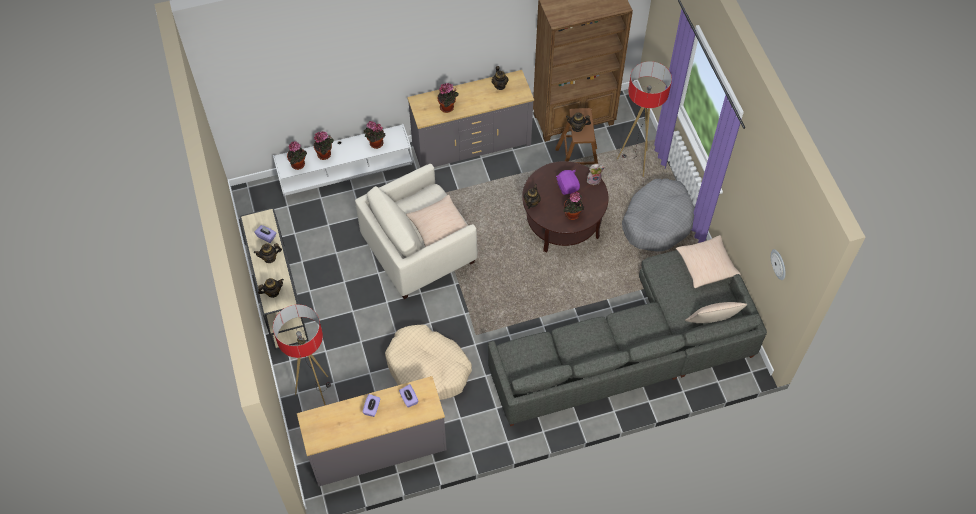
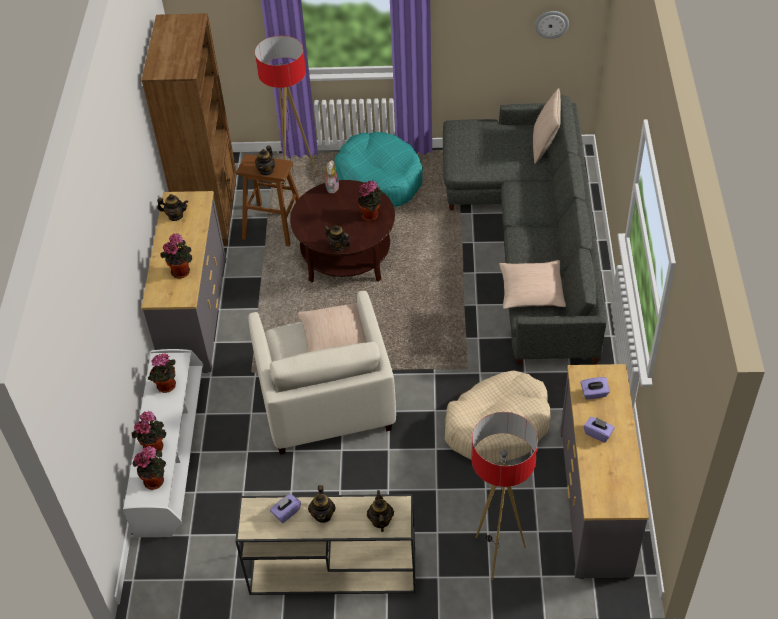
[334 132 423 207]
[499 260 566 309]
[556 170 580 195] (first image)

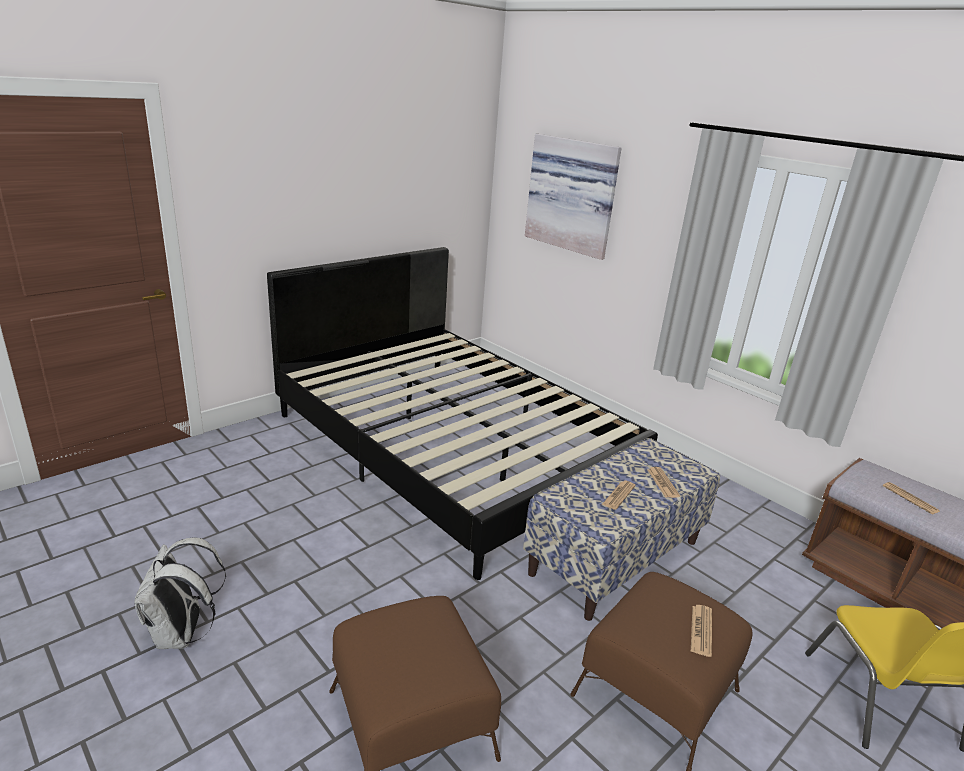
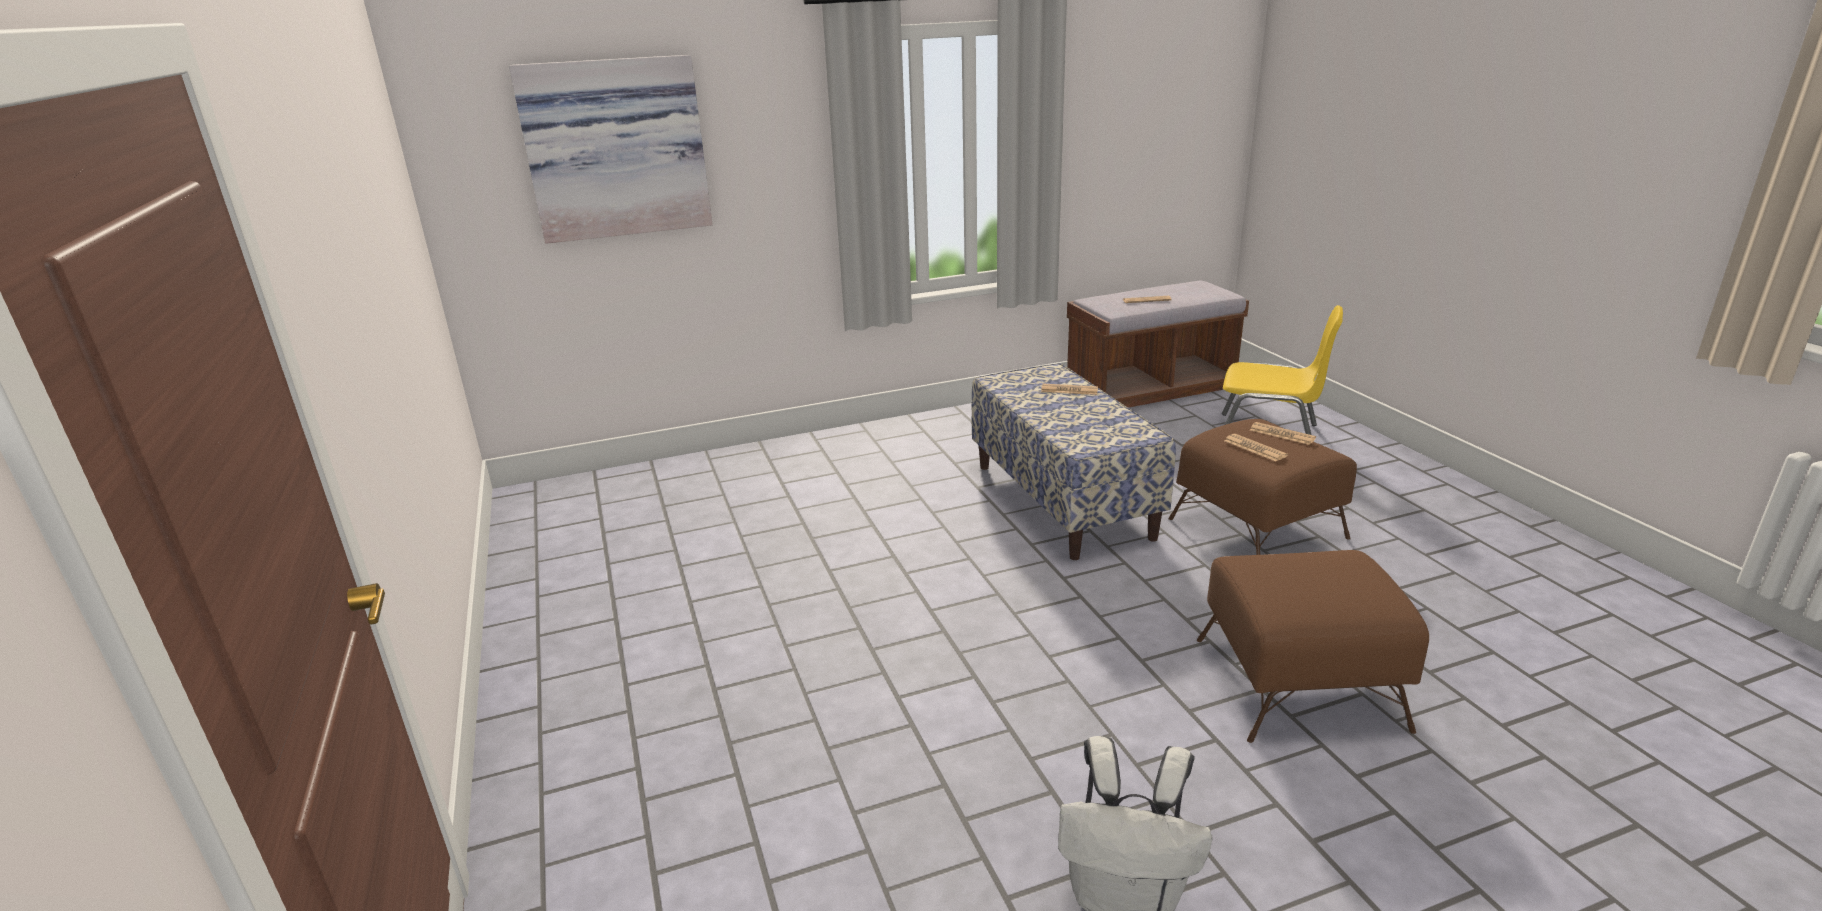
[1225 434 1288 462]
[267 247 658 580] (first image)

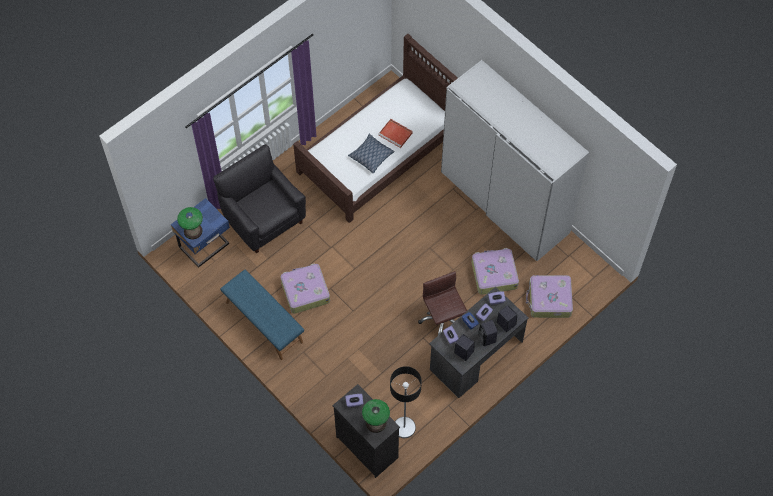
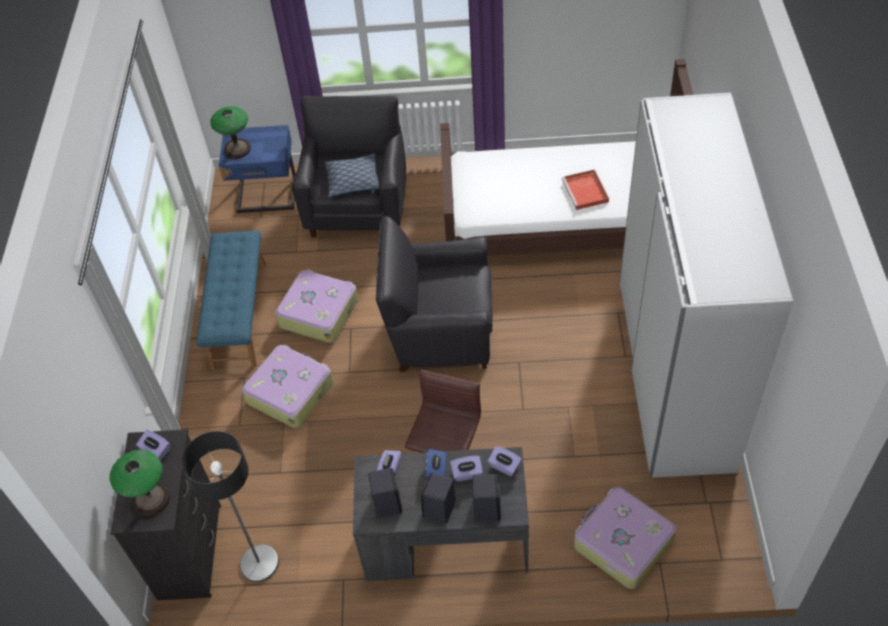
[242 345 333 428]
[324 153 379 197]
[376 216 493 372]

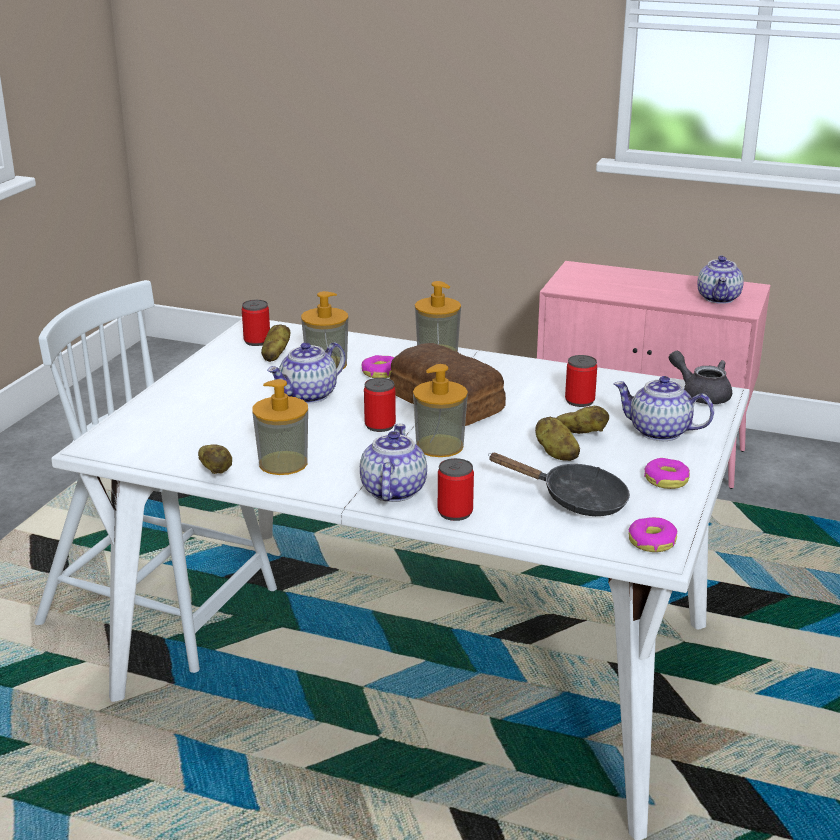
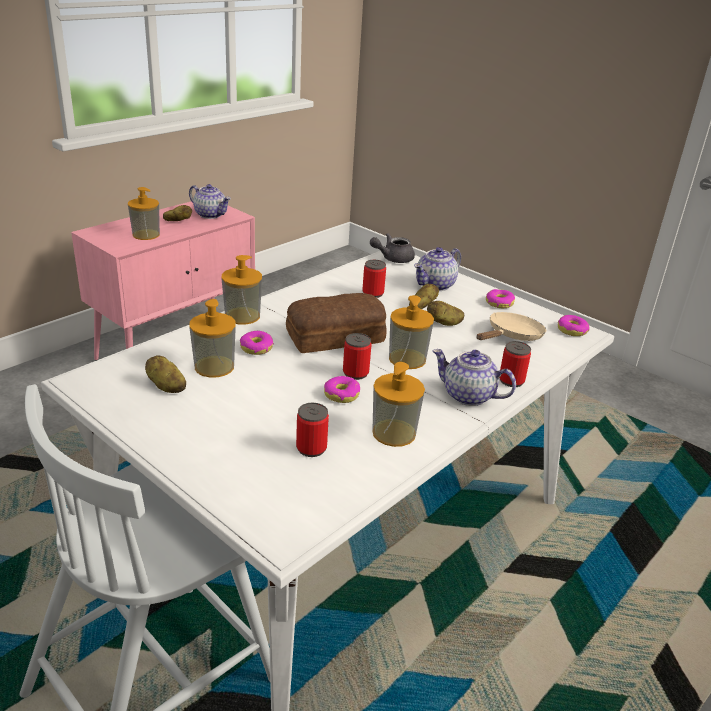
[128 187 160 240]
[163 205 192 221]
[296 403 329 457]
[324 376 360 403]
[476 312 546 341]
[267 342 345 403] (first image)

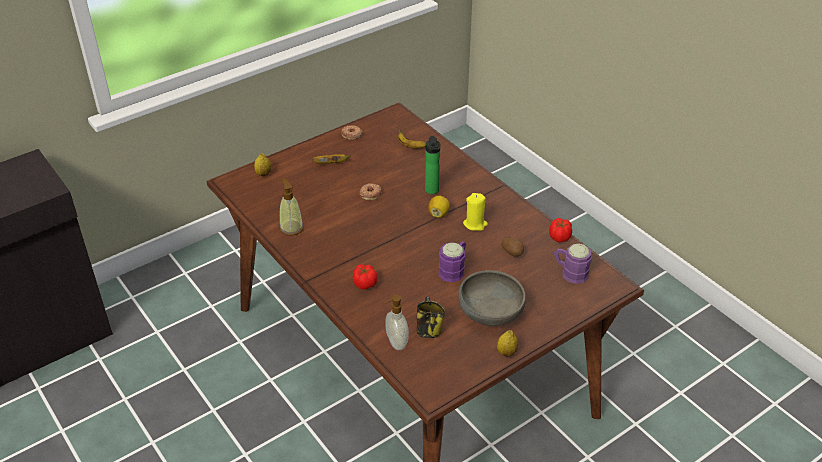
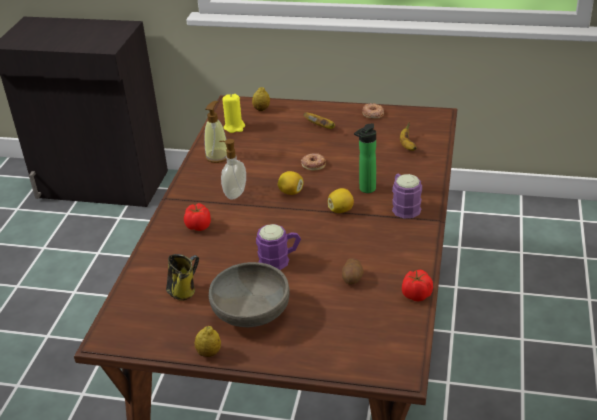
[219 139 246 199]
[222 94 245 133]
[278 171 304 195]
[392 173 422 219]

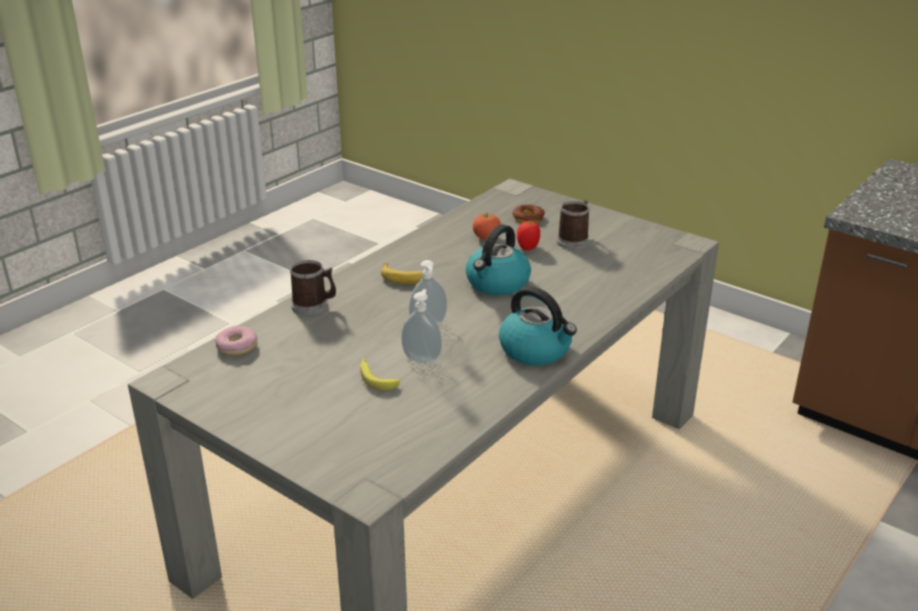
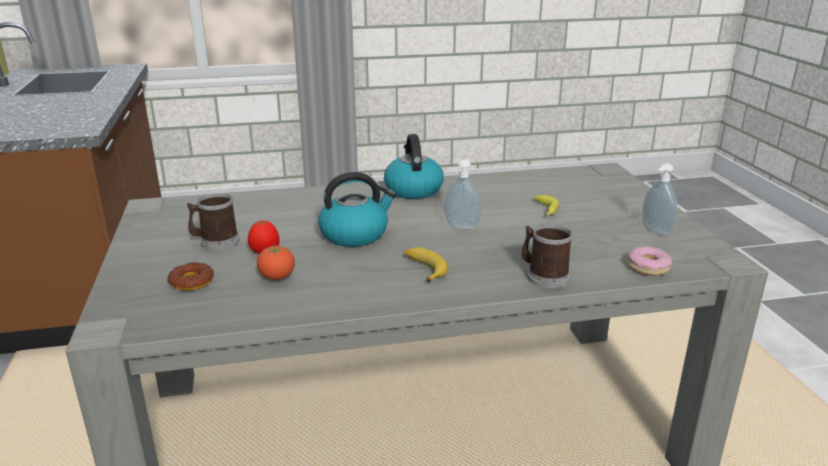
[642 163 677 235]

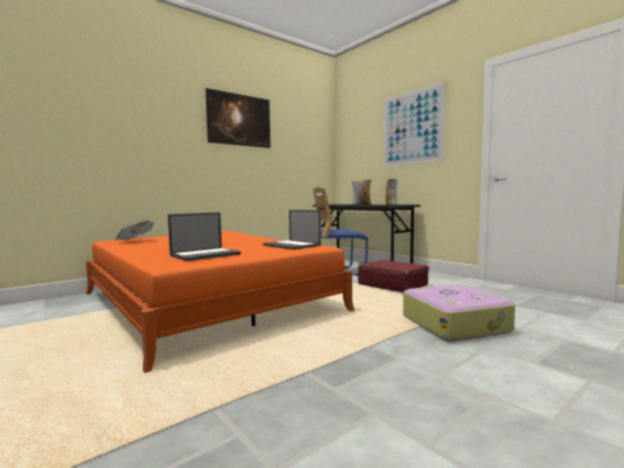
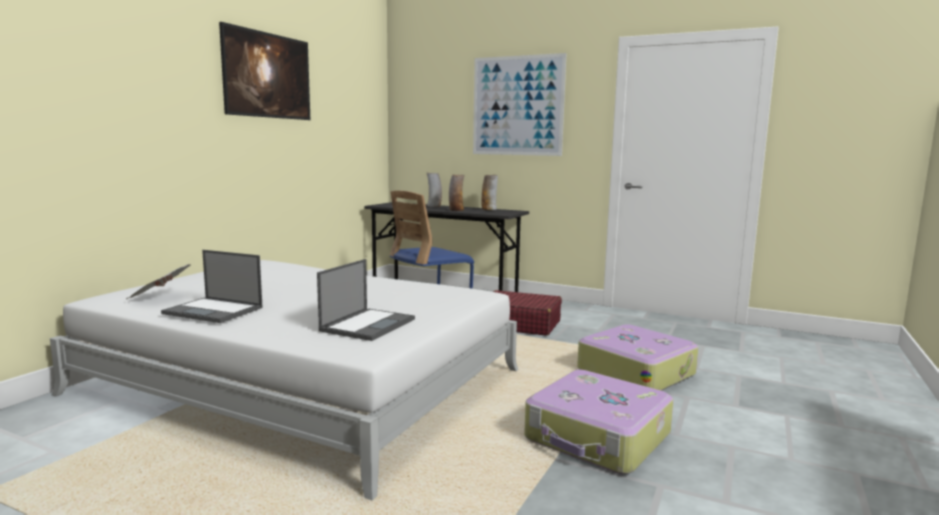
[50 260 518 500]
[161 250 263 323]
[524 370 673 474]

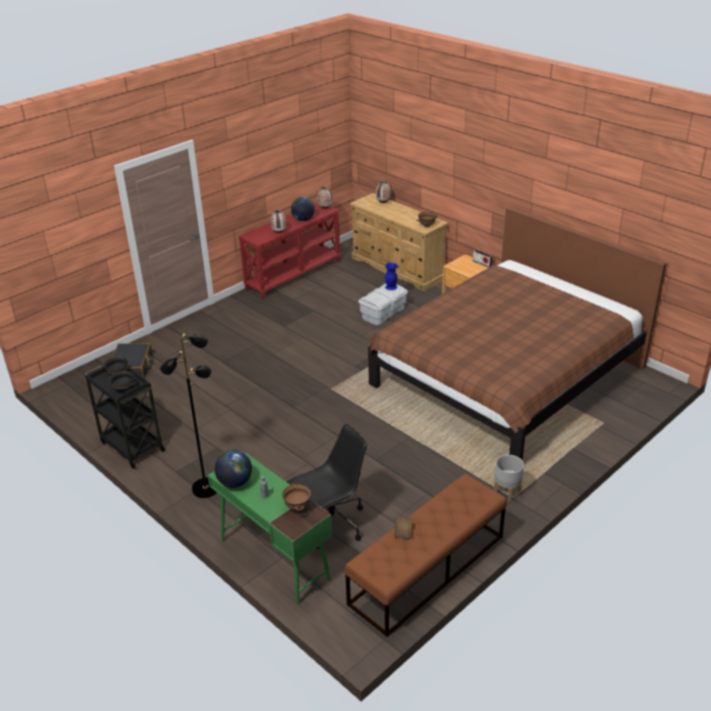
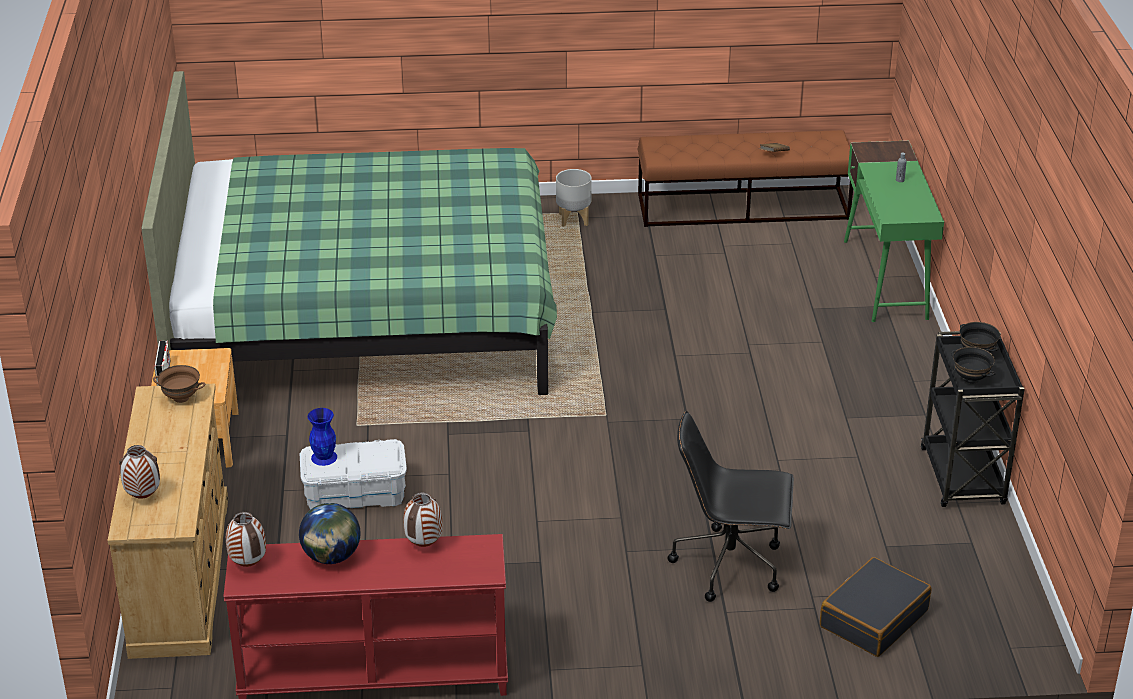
[141 71 557 395]
[668 411 794 602]
[160 333 217 498] (first image)
[214 450 252 488] (first image)
[282 484 311 511] (first image)

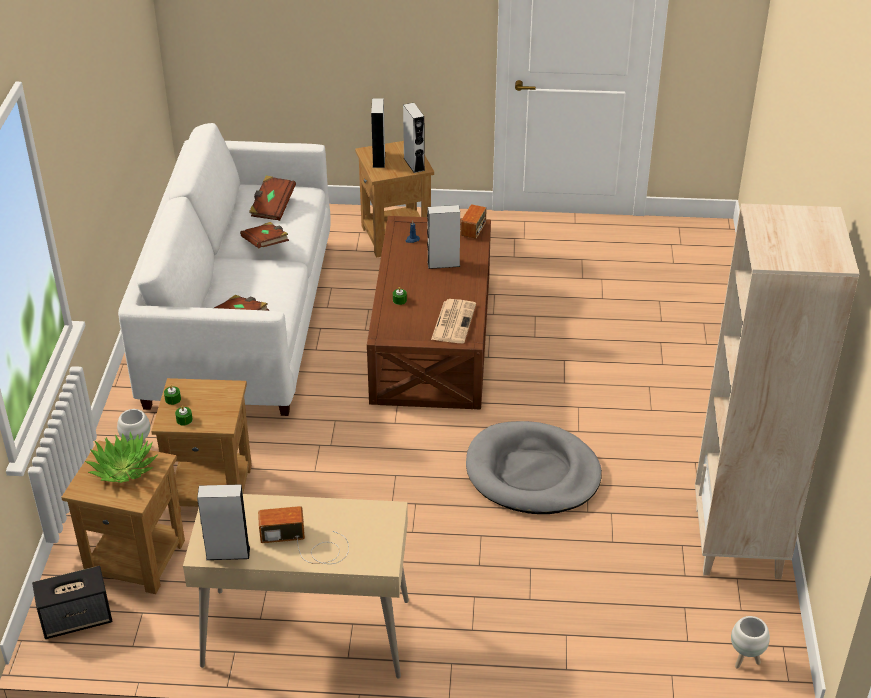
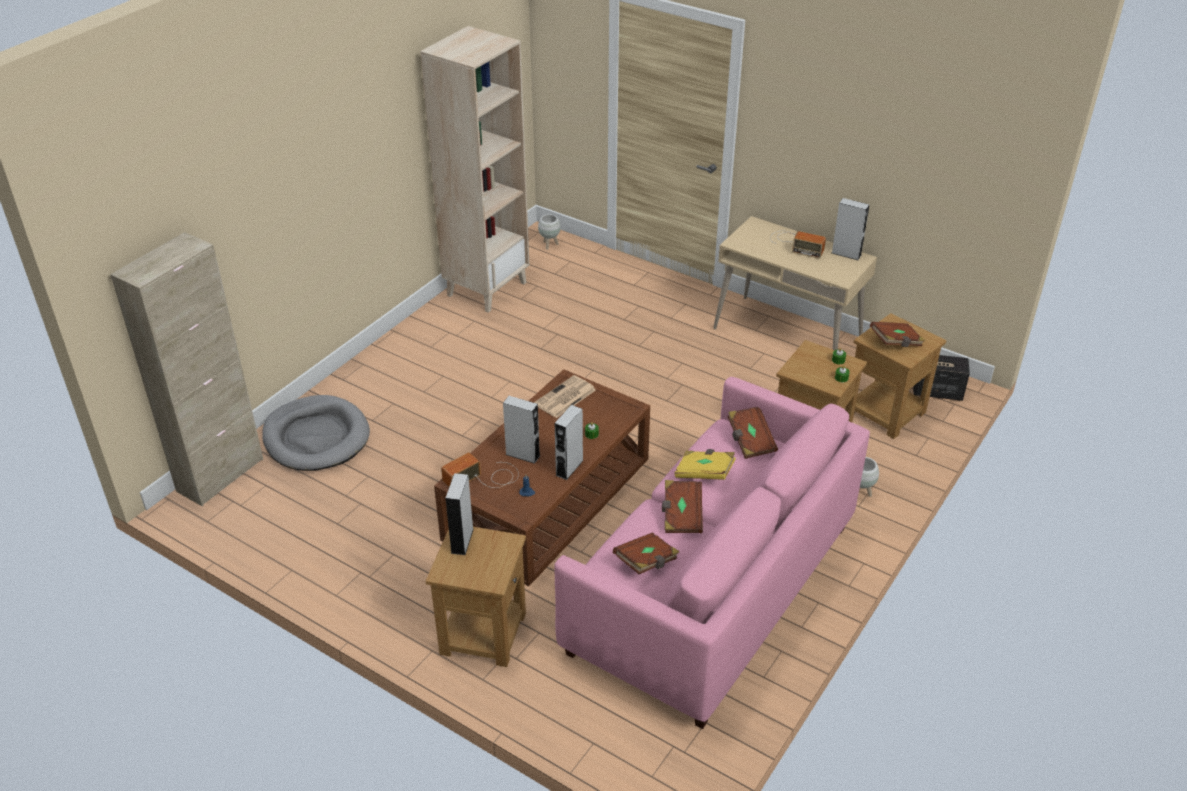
[110 232 263 506]
[262 395 370 471]
[554 377 870 729]
[555 405 584 480]
[675 449 736 480]
[870 322 925 347]

